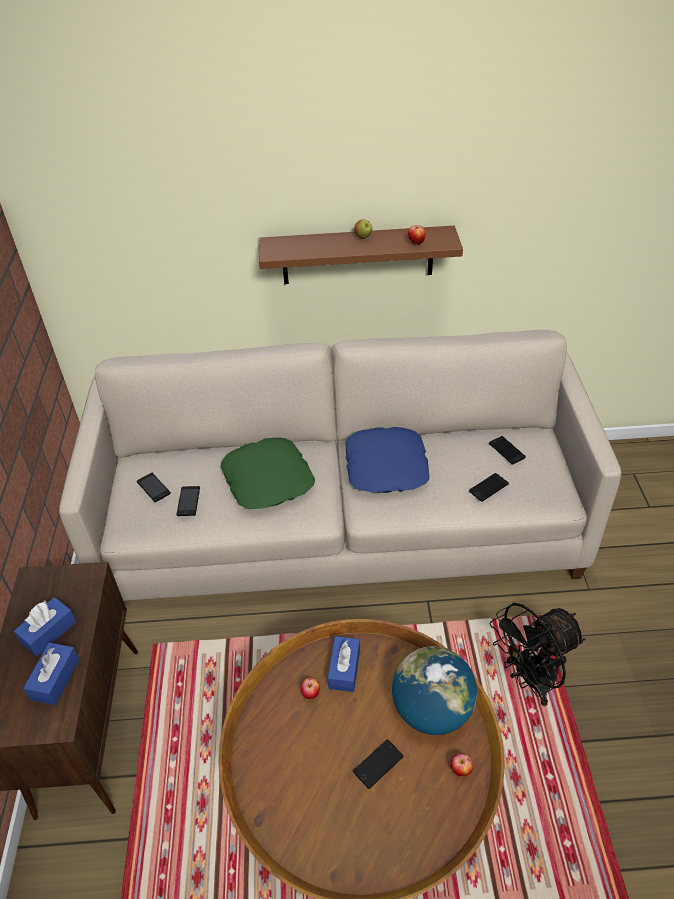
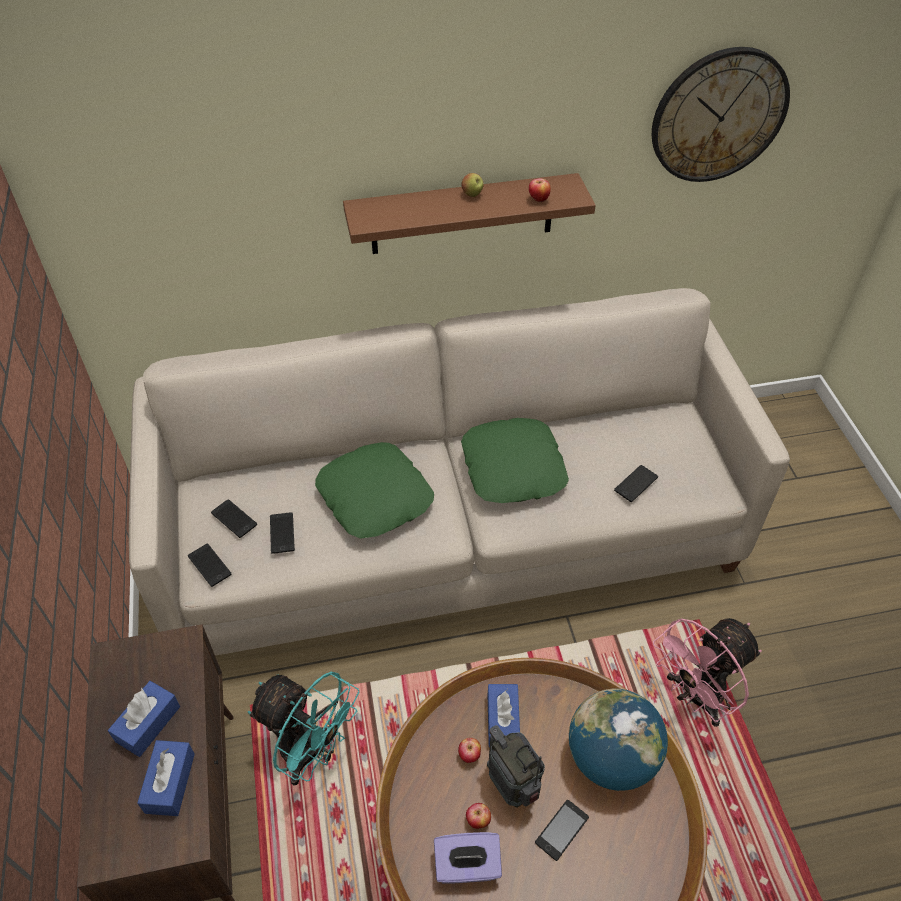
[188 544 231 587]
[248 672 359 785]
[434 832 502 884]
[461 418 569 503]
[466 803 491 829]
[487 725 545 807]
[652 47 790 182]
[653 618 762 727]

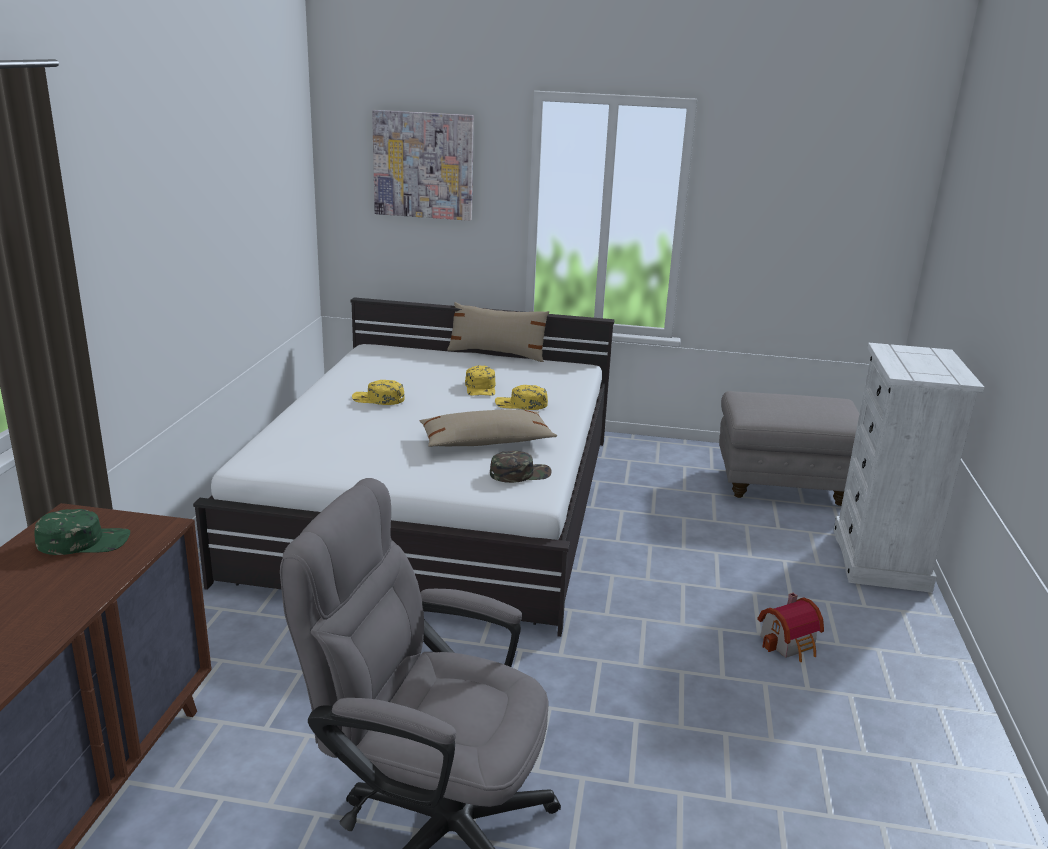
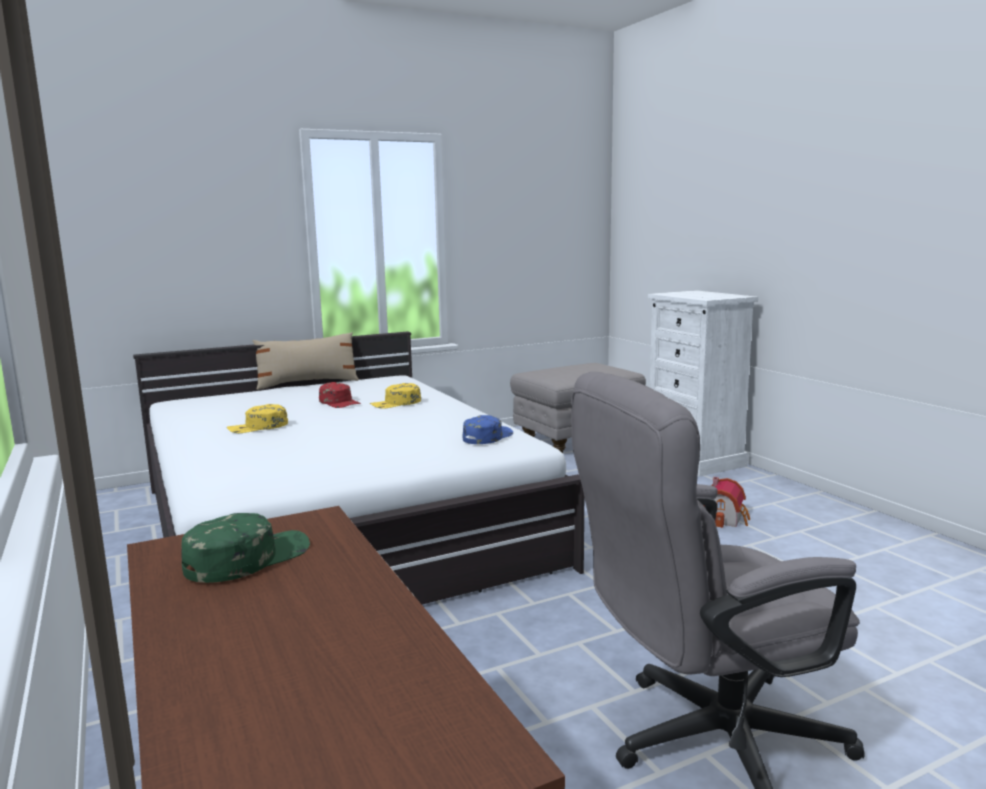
[319 382 361 408]
[462 415 513 444]
[372 110 474 221] (first image)
[420 409 557 447] (first image)

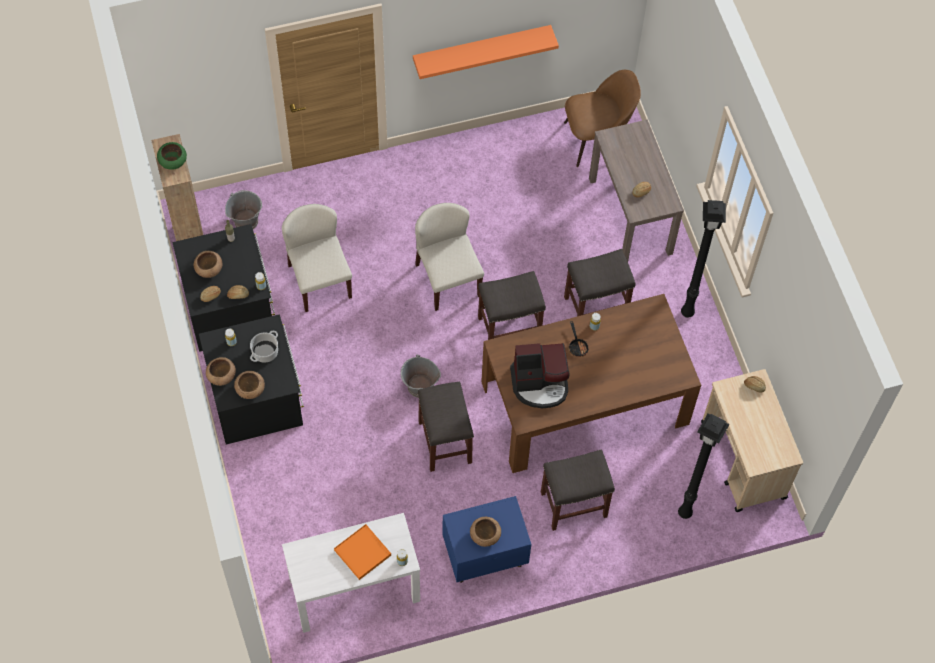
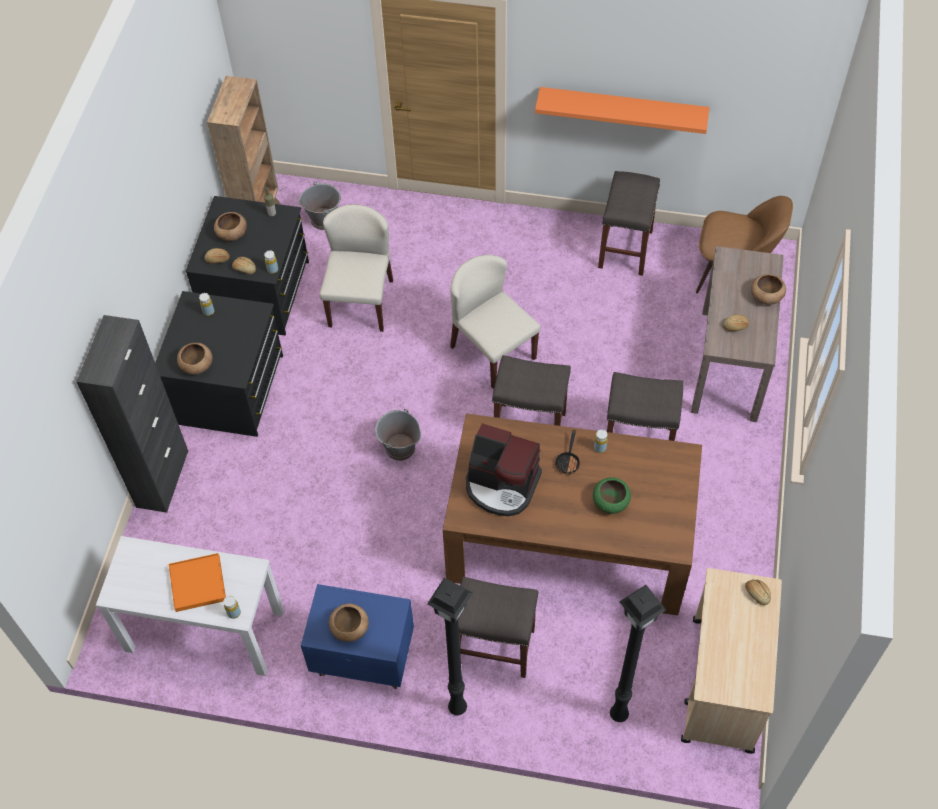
[76 315 188 513]
[427 578 472 715]
[450 255 541 389]
[593 477 631 514]
[598 171 660 276]
[751 274 786 304]
[250 330 278 363] (first image)

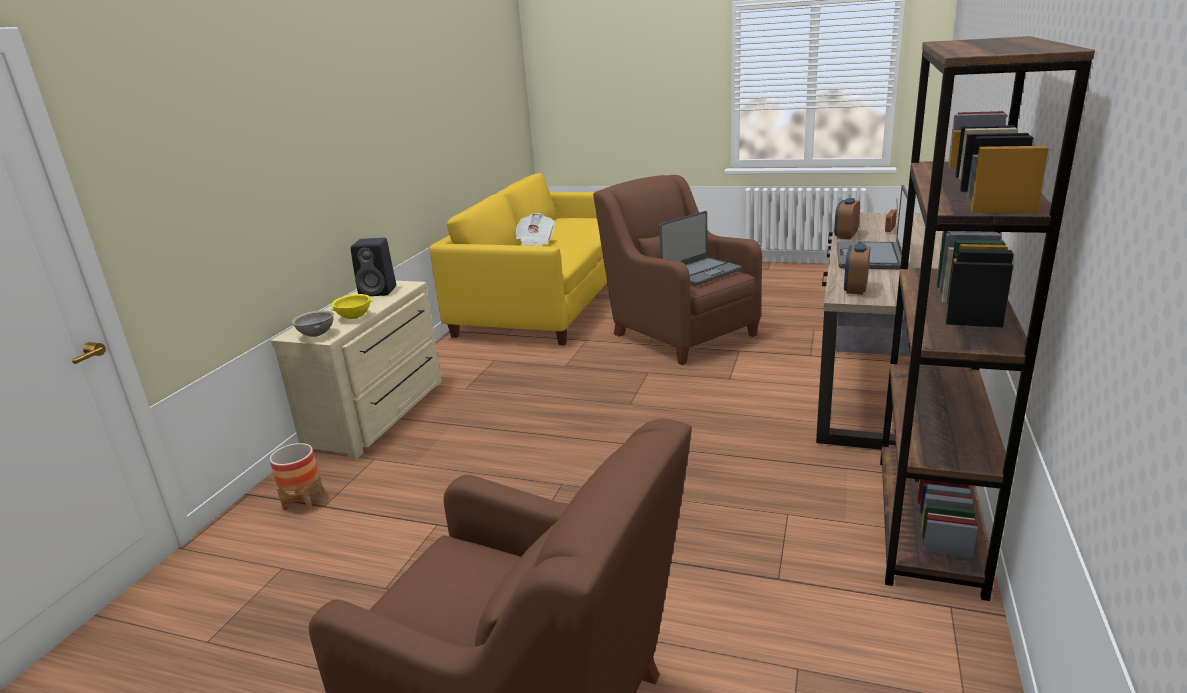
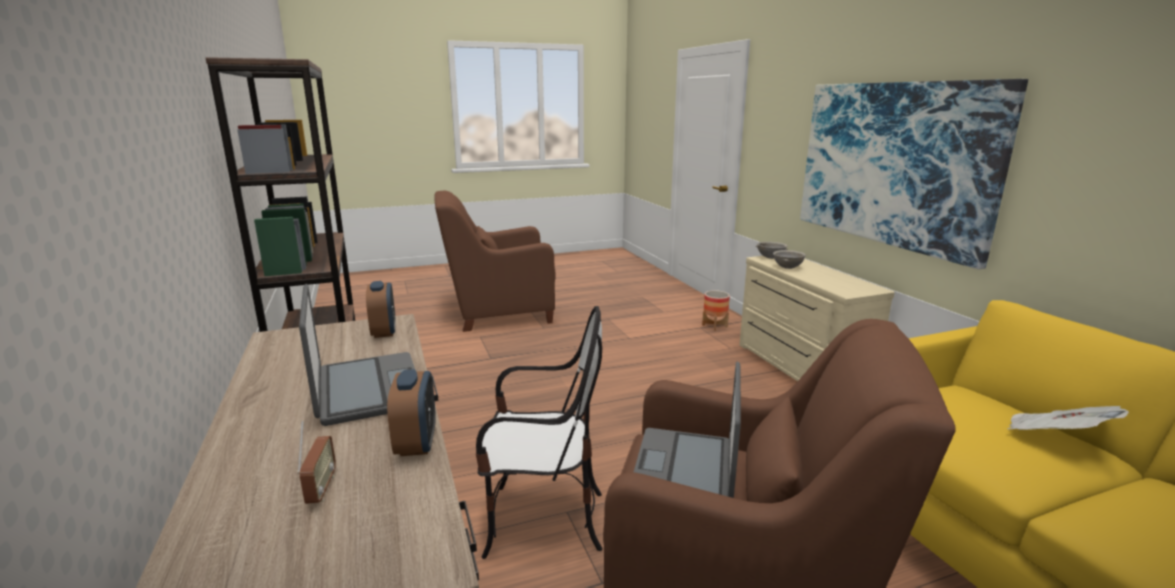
[476 306 602 559]
[773 250 806 269]
[800 79 1028 269]
[350 238 396 296] (first image)

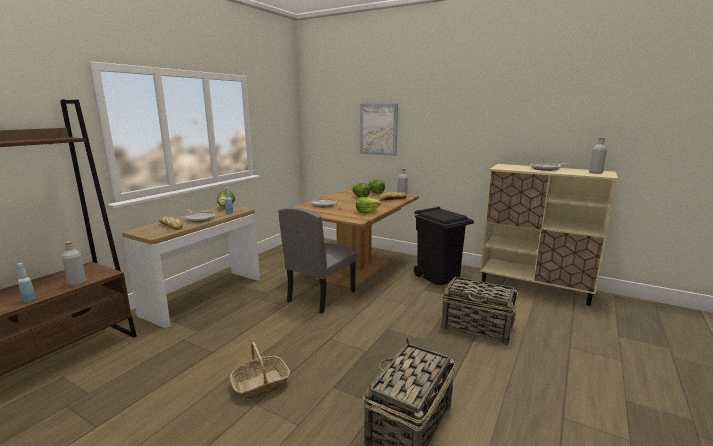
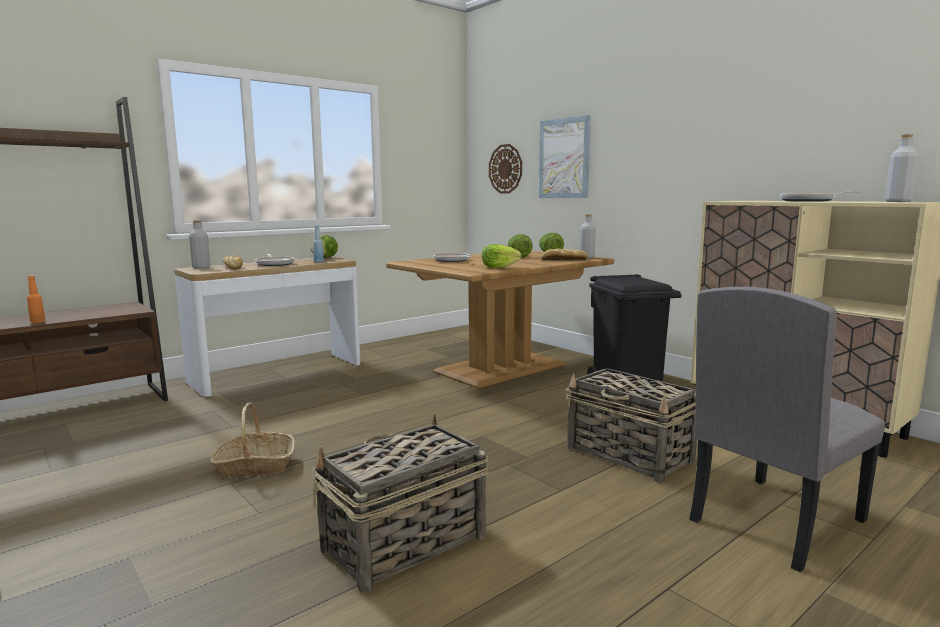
[27 276 45 323]
[189 220 210 269]
[489 144 522 194]
[689 287 885 572]

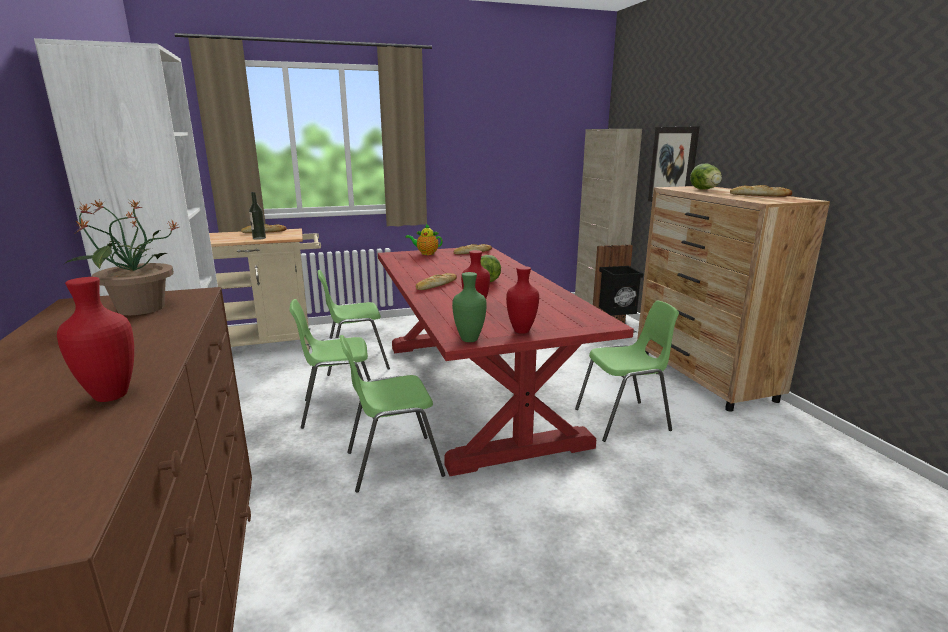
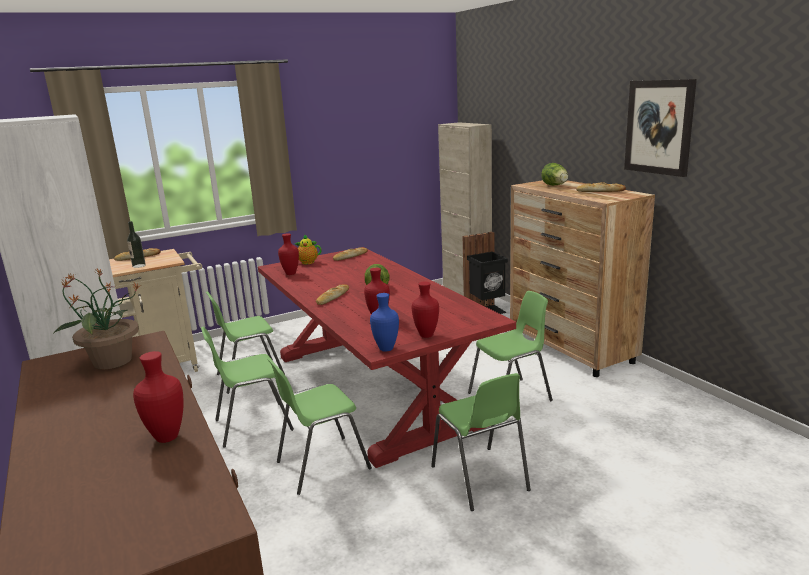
[278 233 299 275]
[370 293 399 352]
[431 373 531 511]
[624 79 697 177]

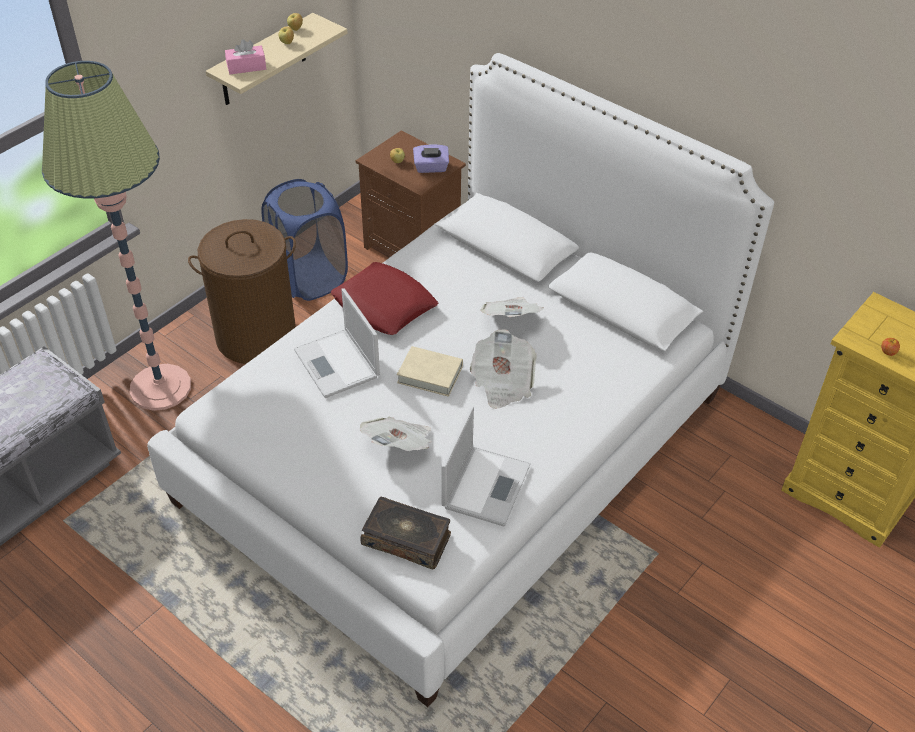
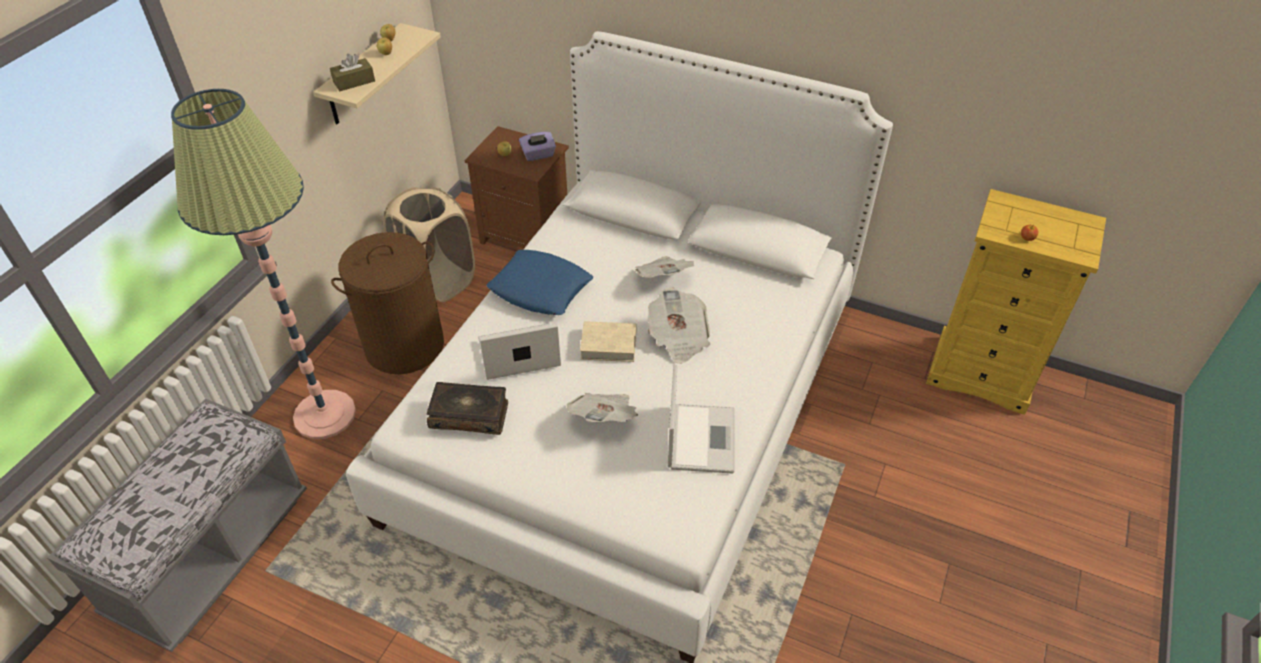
[330 54 375 91]
[383 187 475 302]
[426 382 508 435]
[478 323 561 380]
[486 250 593 315]

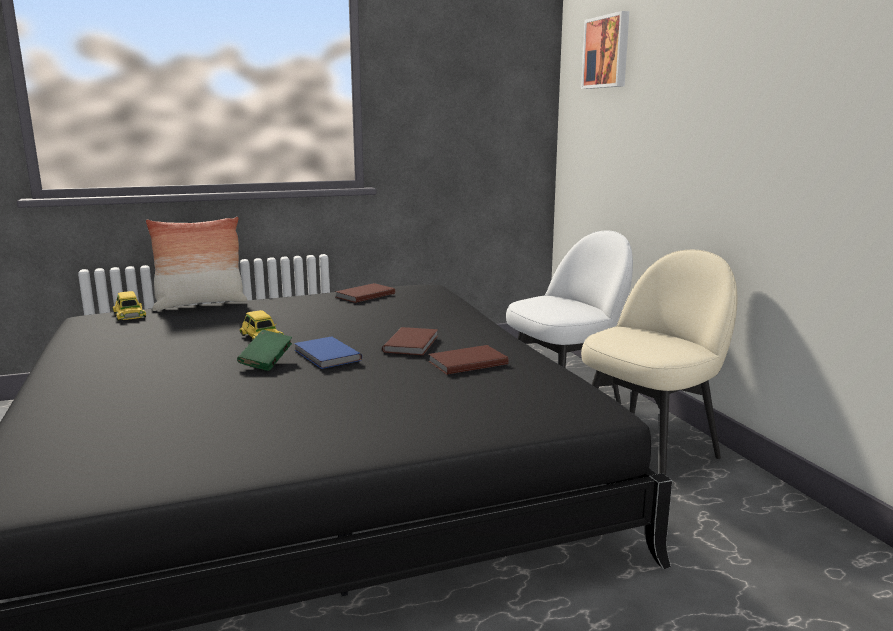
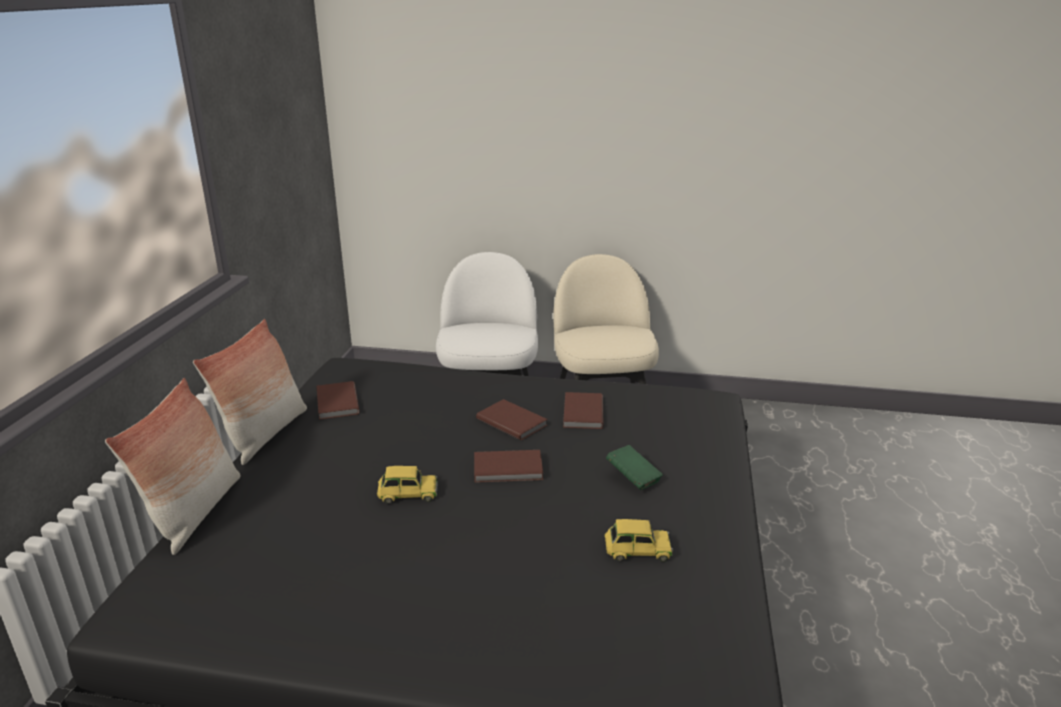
[193 319 307 465]
[474 450 543 483]
[604 519 673 562]
[606 445 663 490]
[581 11 629 89] (first image)

